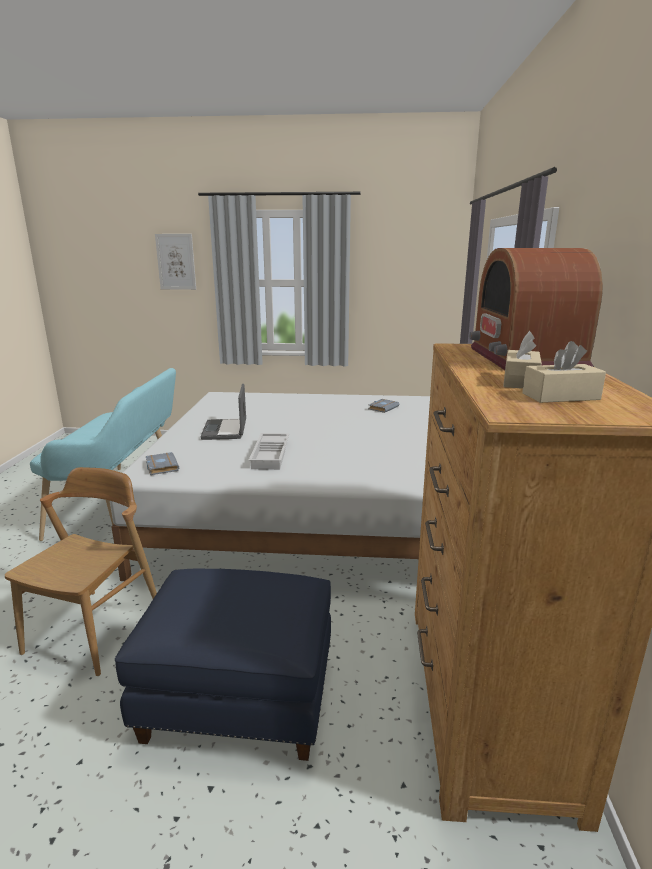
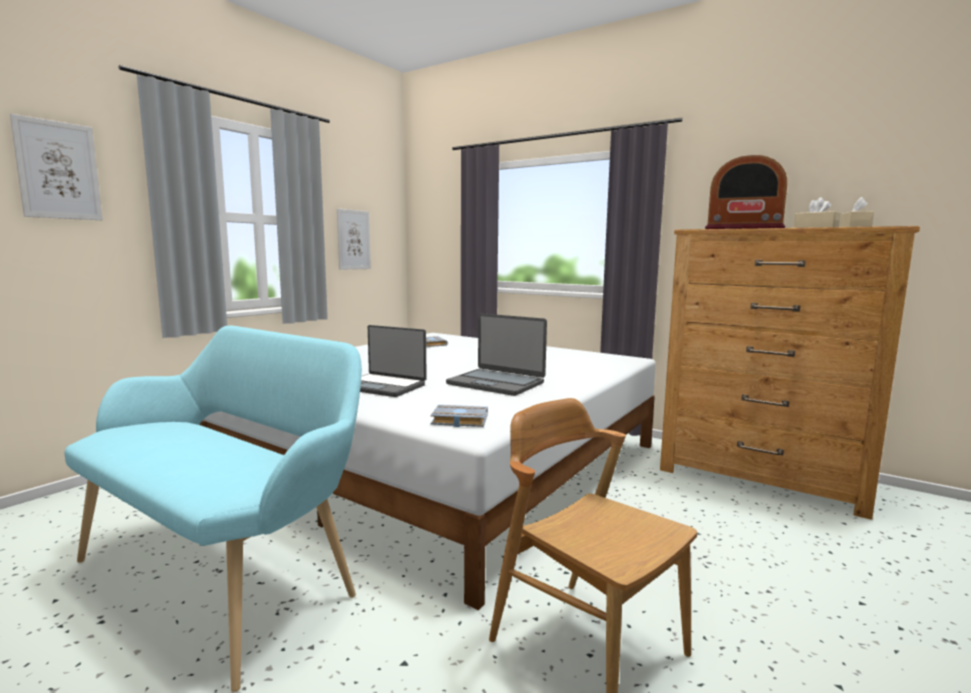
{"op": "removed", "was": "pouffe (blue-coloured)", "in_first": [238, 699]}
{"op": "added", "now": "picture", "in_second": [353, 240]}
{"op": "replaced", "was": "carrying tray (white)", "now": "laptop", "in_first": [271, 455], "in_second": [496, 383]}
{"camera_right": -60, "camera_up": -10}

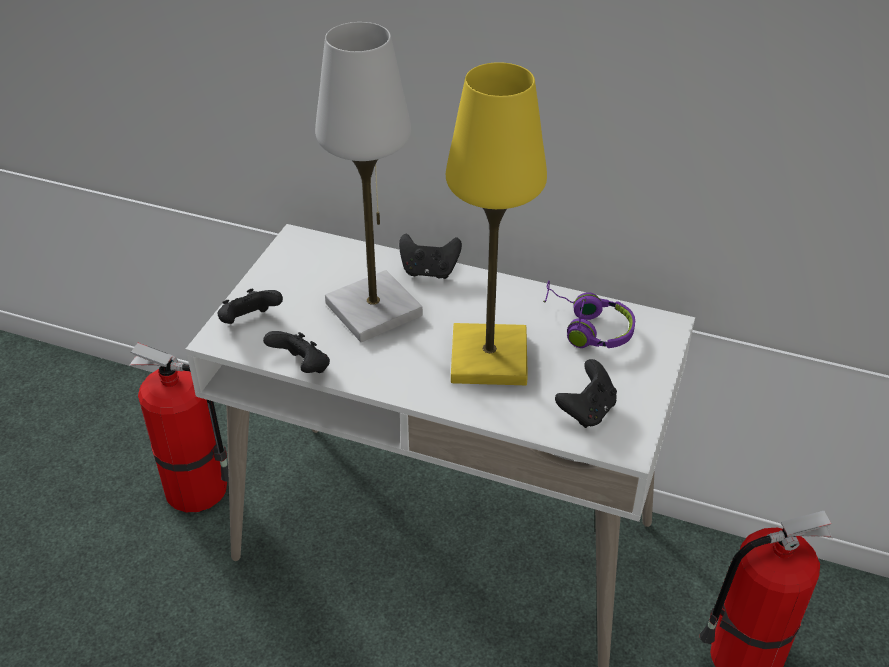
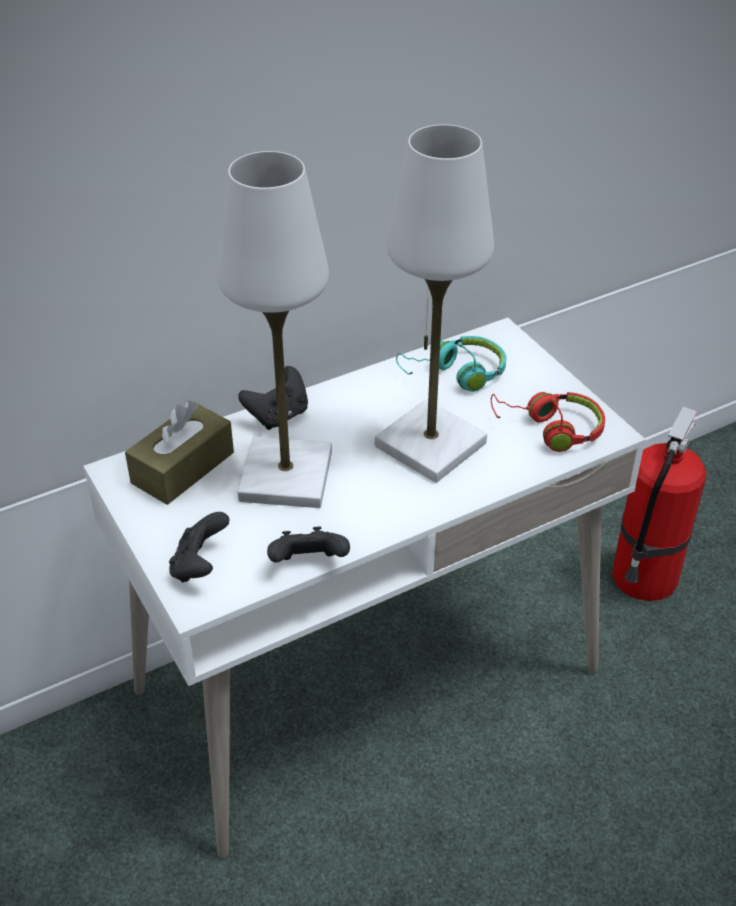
{"op": "removed", "was": "fire-fighting cylinder", "in_first": [199, 488]}
{"op": "added", "now": "tissue holder (brownish)", "in_second": [183, 468]}
{"op": "replaced", "was": "game controller (blackish)", "now": "pair of headphones (reddish)", "in_first": [587, 411], "in_second": [549, 429]}
{"op": "recoloured", "was": "table lamp (yellow)", "now": "table lamp (white)", "in_first": [488, 358], "in_second": [430, 445]}
{"op": "recoloured", "was": "pair of headphones (purple)", "now": "pair of headphones (turquoise-coloured)", "in_first": [586, 327], "in_second": [456, 374]}
{"camera_right": -50, "camera_up": 0}

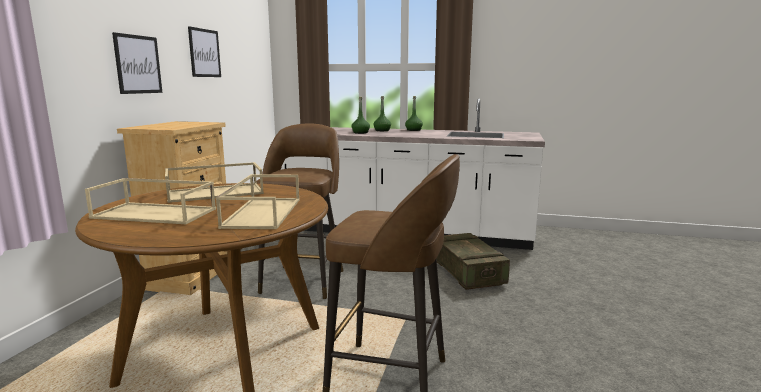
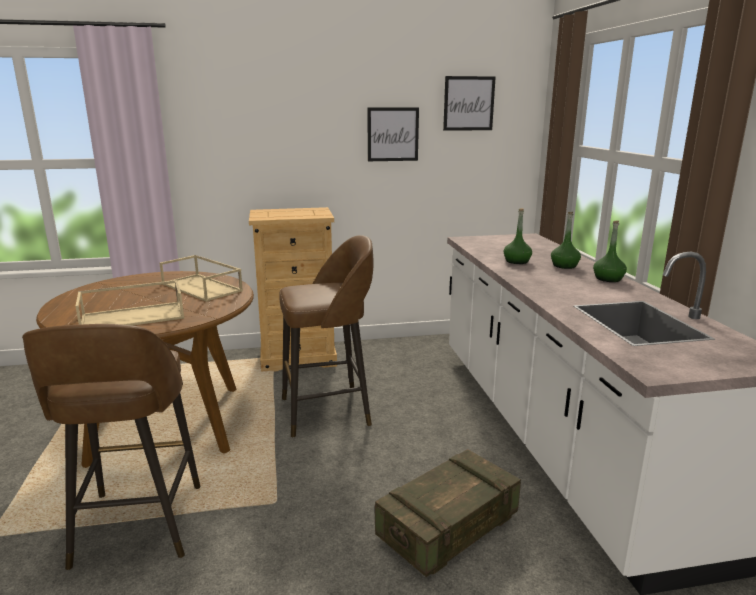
{"op": "removed", "was": "carrying tray (beige)", "in_first": [156, 213]}
{"op": "moved", "was": "picture", "in_first": [138, 64], "in_second": [468, 103]}
{"camera_right": 65, "camera_up": 5}

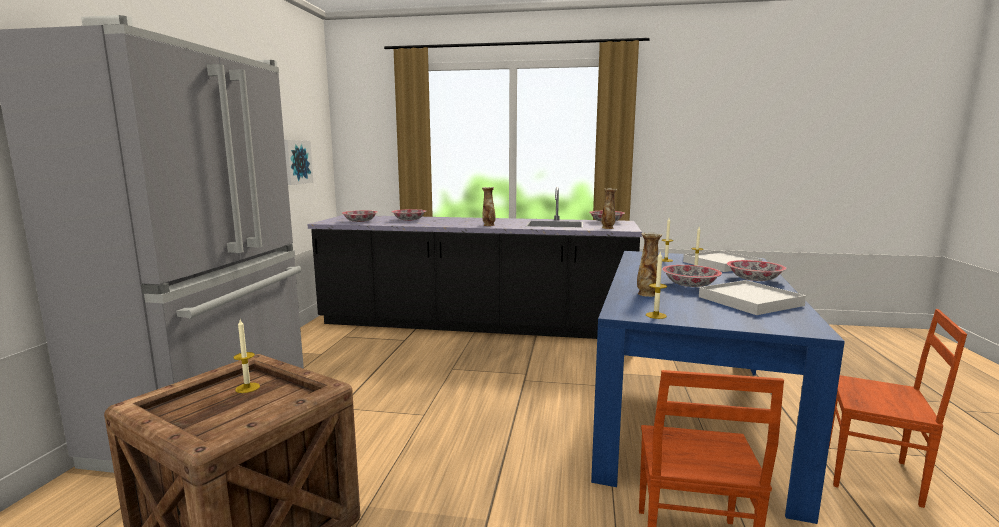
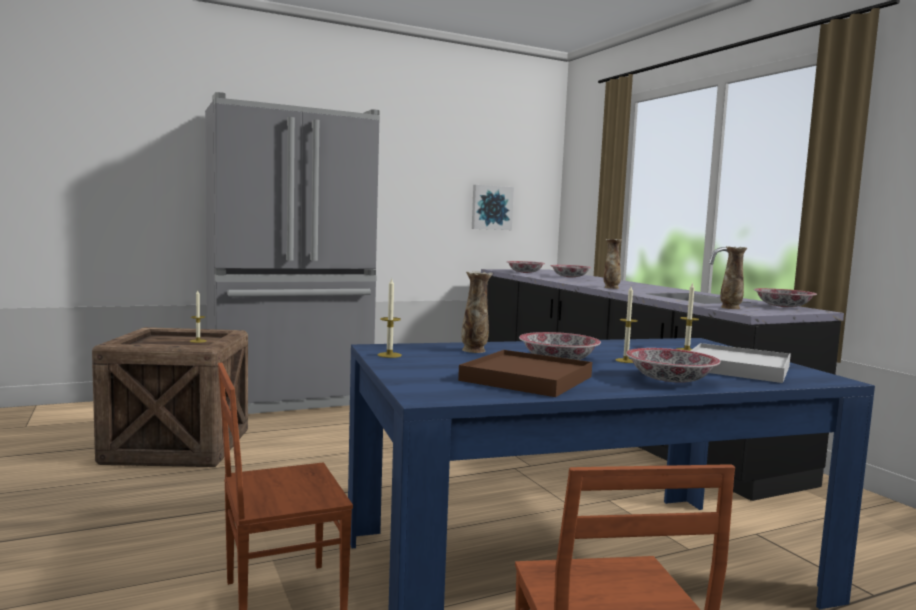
{"op": "recoloured", "was": "carrying tray (white)", "now": "carrying tray (brownish)", "in_first": [750, 301], "in_second": [527, 379]}
{"camera_right": 55, "camera_up": -5}

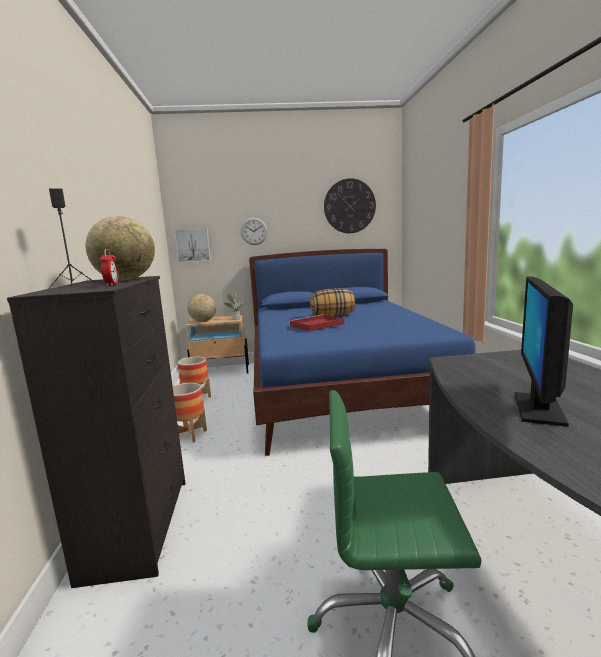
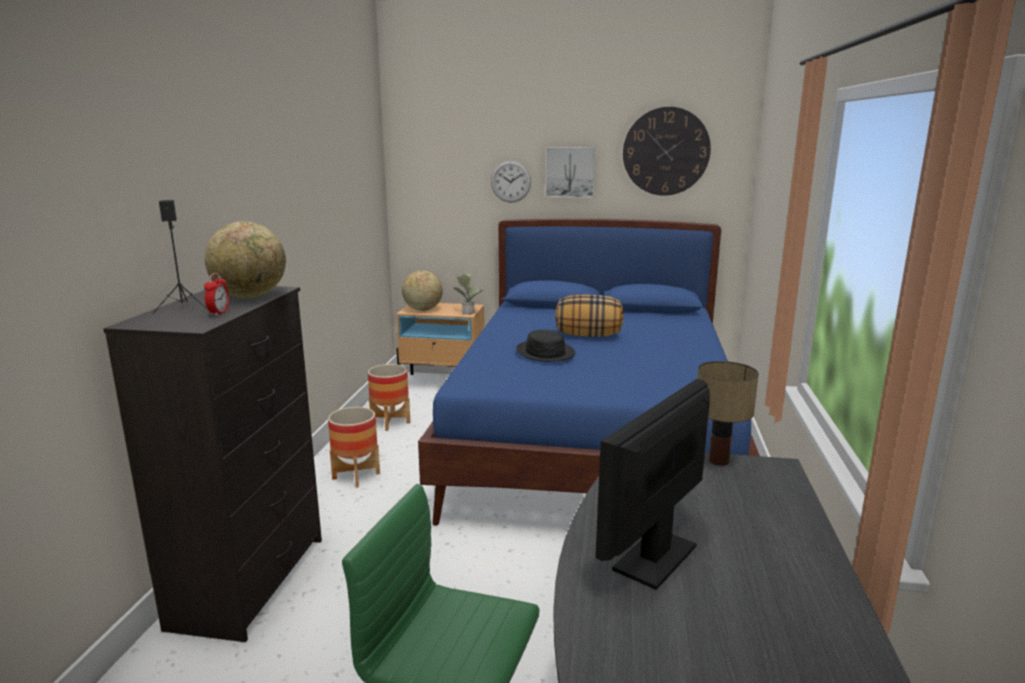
{"op": "added", "now": "table lamp", "in_second": [719, 460]}
{"op": "moved", "was": "picture", "in_first": [193, 245], "in_second": [570, 172]}
{"op": "replaced", "was": "carrying tray (reddish)", "now": "wearable hat (blackish)", "in_first": [316, 325], "in_second": [545, 352]}
{"camera_right": 15, "camera_up": 5}

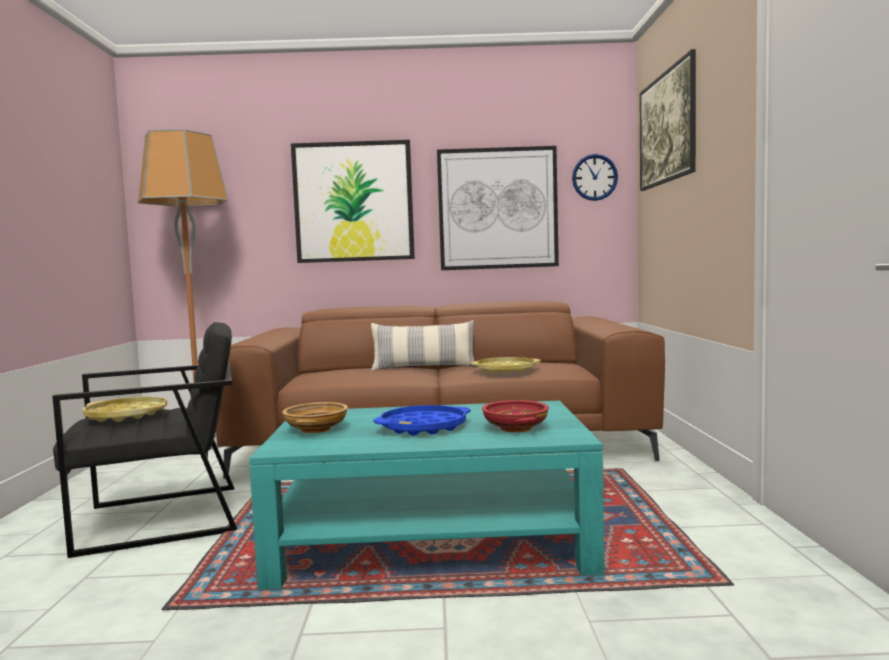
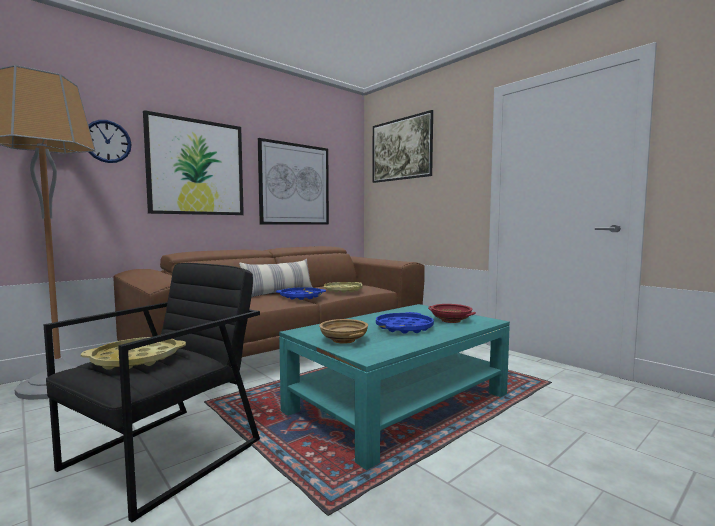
{"op": "added", "now": "carrying tray (blue-coloured)", "in_second": [301, 297]}
{"op": "moved", "was": "wall clock", "in_first": [594, 177], "in_second": [107, 141]}
{"camera_right": -40, "camera_up": 0}

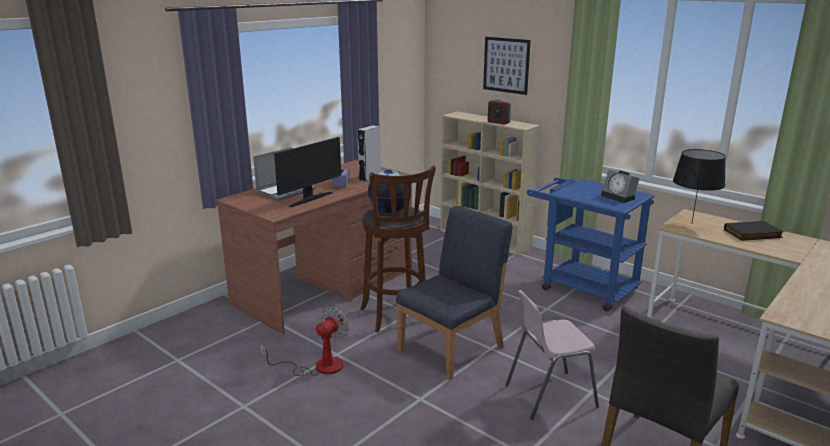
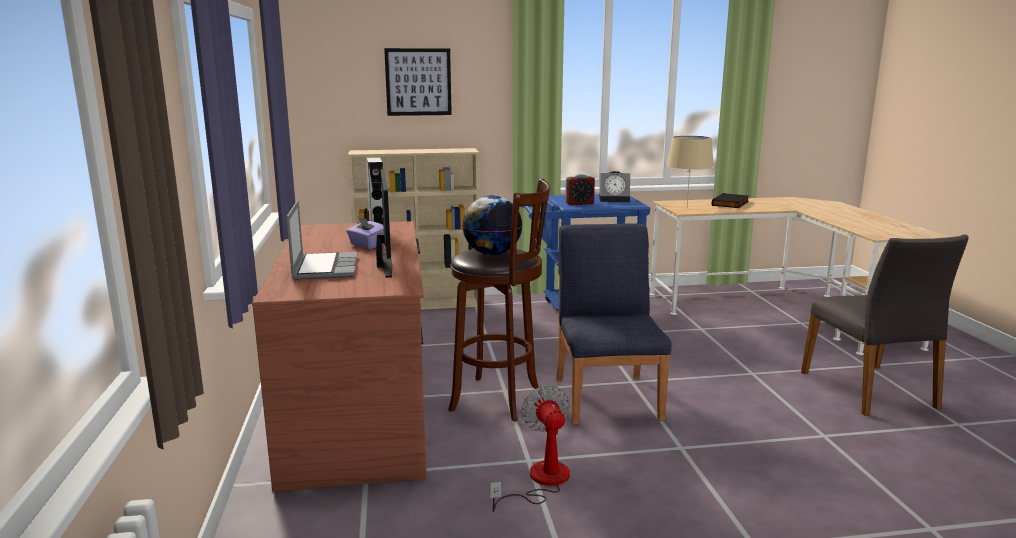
{"op": "removed", "was": "upright chair (pink)", "in_first": [549, 395]}
{"op": "moved", "was": "table clock", "in_first": [498, 122], "in_second": [579, 203]}
{"op": "recoloured", "was": "table lamp (blackish)", "now": "table lamp (beige)", "in_first": [692, 224], "in_second": [687, 207]}
{"camera_right": -50, "camera_up": -5}

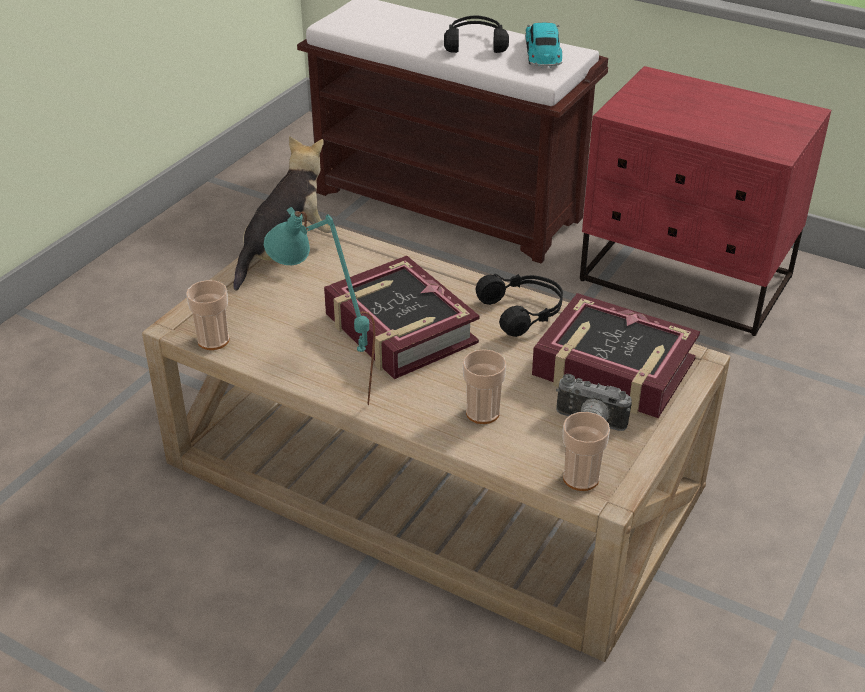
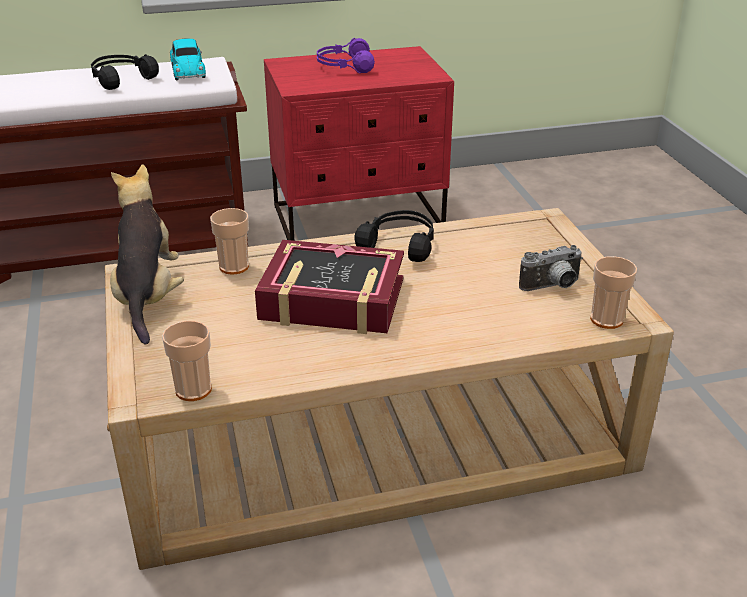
{"op": "removed", "was": "table lamp (turquoise-coloured)", "in_first": [326, 388]}
{"op": "removed", "was": "volume", "in_first": [613, 368]}
{"op": "added", "now": "pair of headphones (purple)", "in_second": [344, 66]}
{"op": "moved", "was": "small cup", "in_first": [482, 413], "in_second": [234, 266]}
{"op": "turned", "was": "toy car", "in_first": [543, 54], "in_second": [188, 70], "clockwise": -150}
{"camera_right": -45, "camera_up": -5}

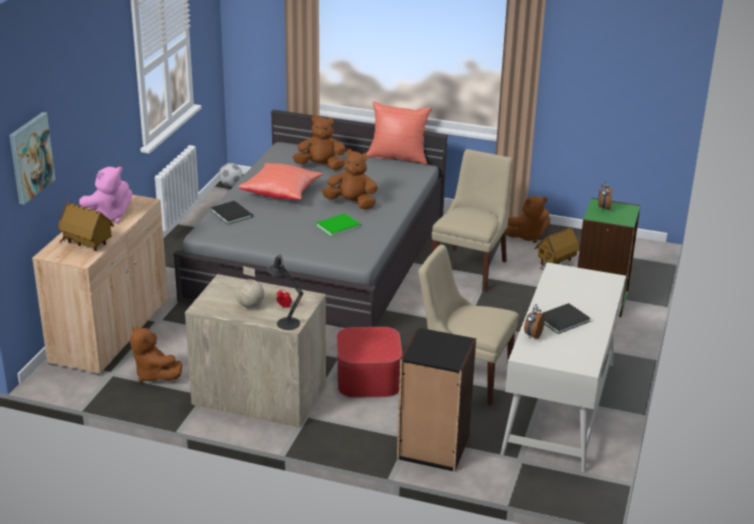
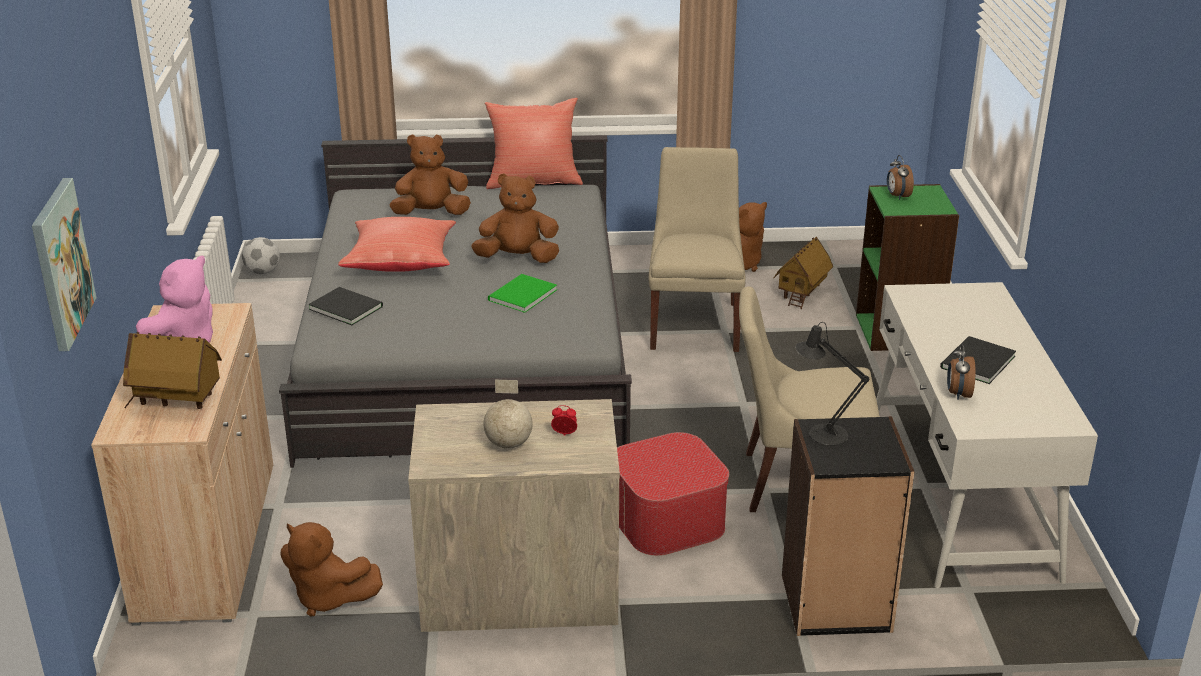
{"op": "moved", "was": "table lamp (blackish)", "in_first": [286, 322], "in_second": [822, 433]}
{"camera_right": -20, "camera_up": 0}

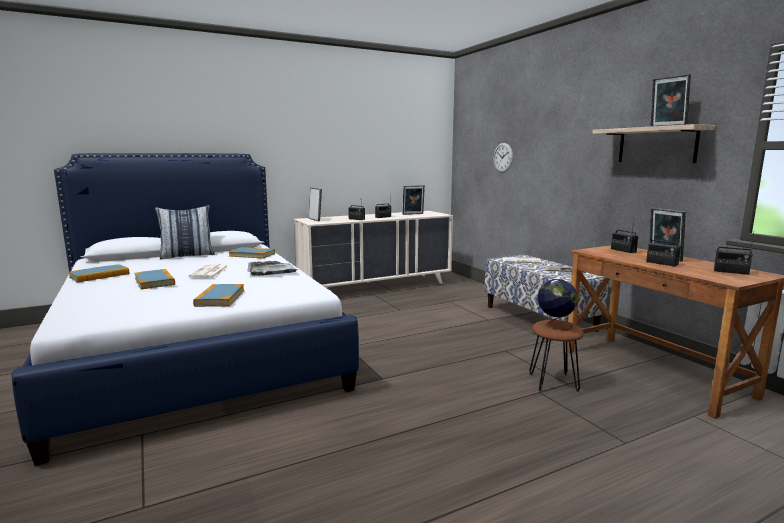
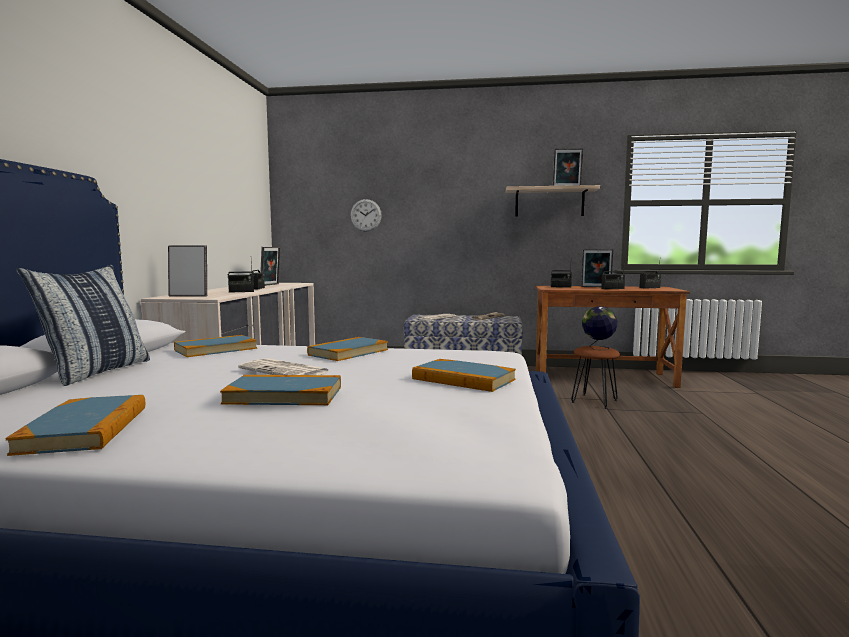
{"op": "replaced", "was": "carrying tray (gray)", "now": "volume", "in_first": [271, 270], "in_second": [348, 352]}
{"camera_right": -55, "camera_up": -5}

